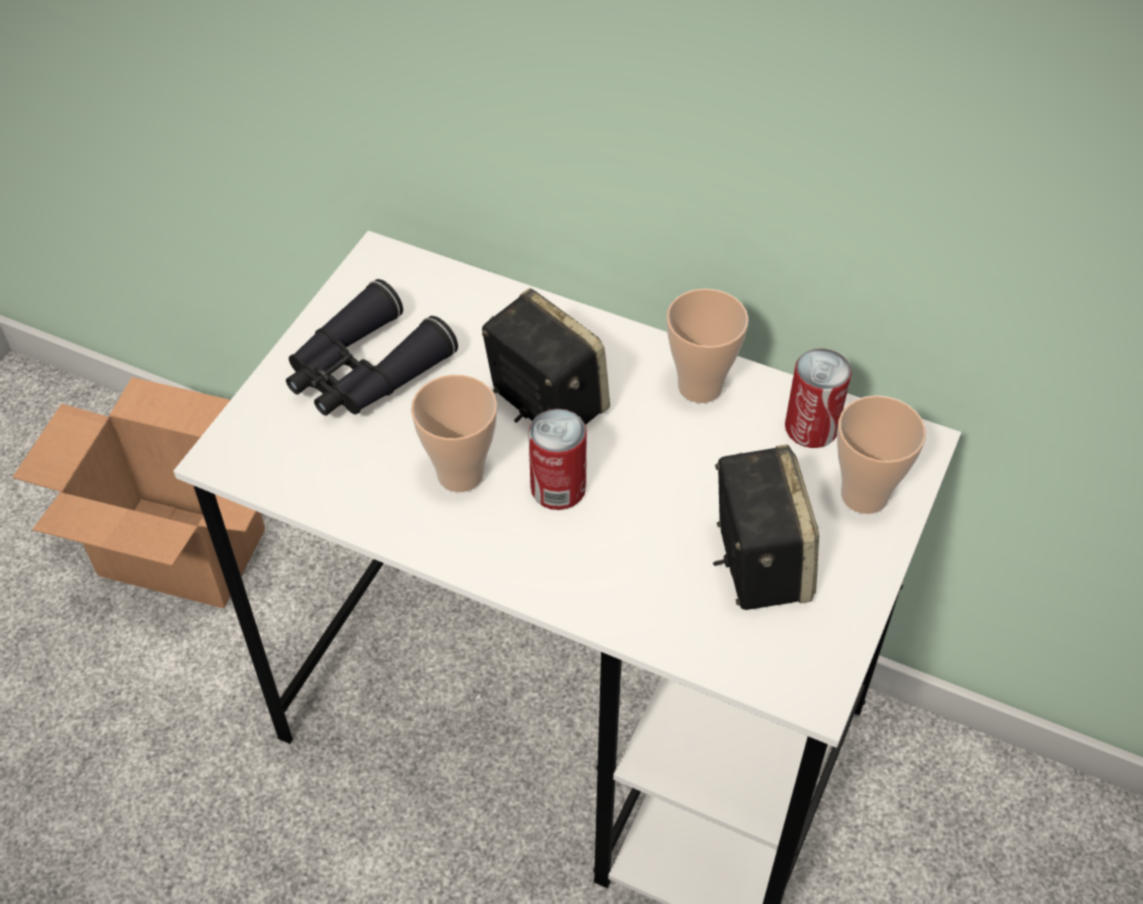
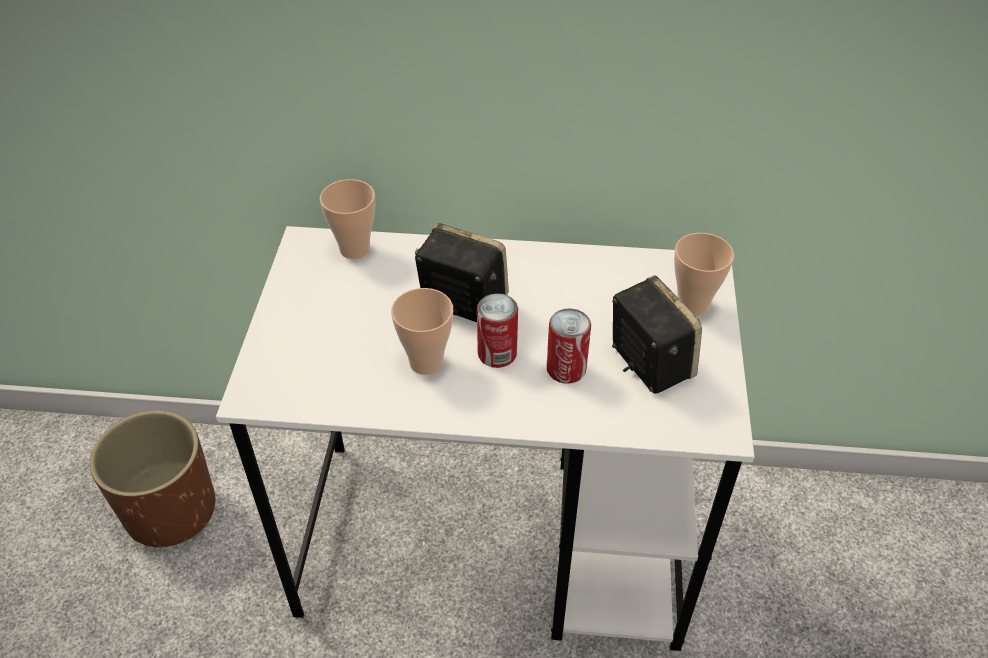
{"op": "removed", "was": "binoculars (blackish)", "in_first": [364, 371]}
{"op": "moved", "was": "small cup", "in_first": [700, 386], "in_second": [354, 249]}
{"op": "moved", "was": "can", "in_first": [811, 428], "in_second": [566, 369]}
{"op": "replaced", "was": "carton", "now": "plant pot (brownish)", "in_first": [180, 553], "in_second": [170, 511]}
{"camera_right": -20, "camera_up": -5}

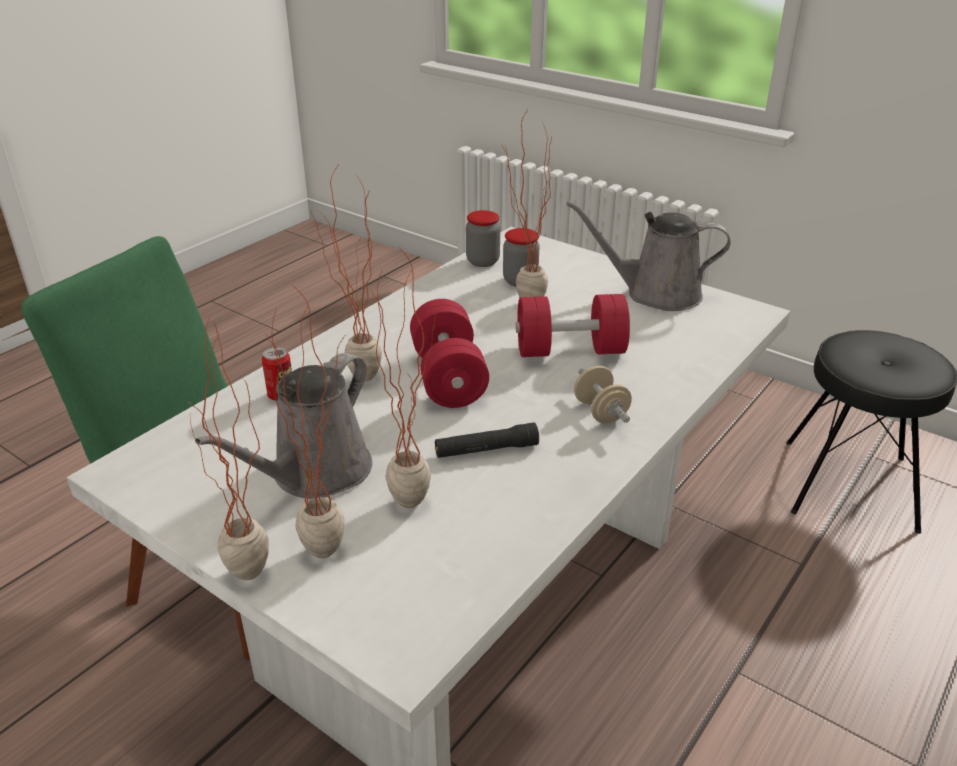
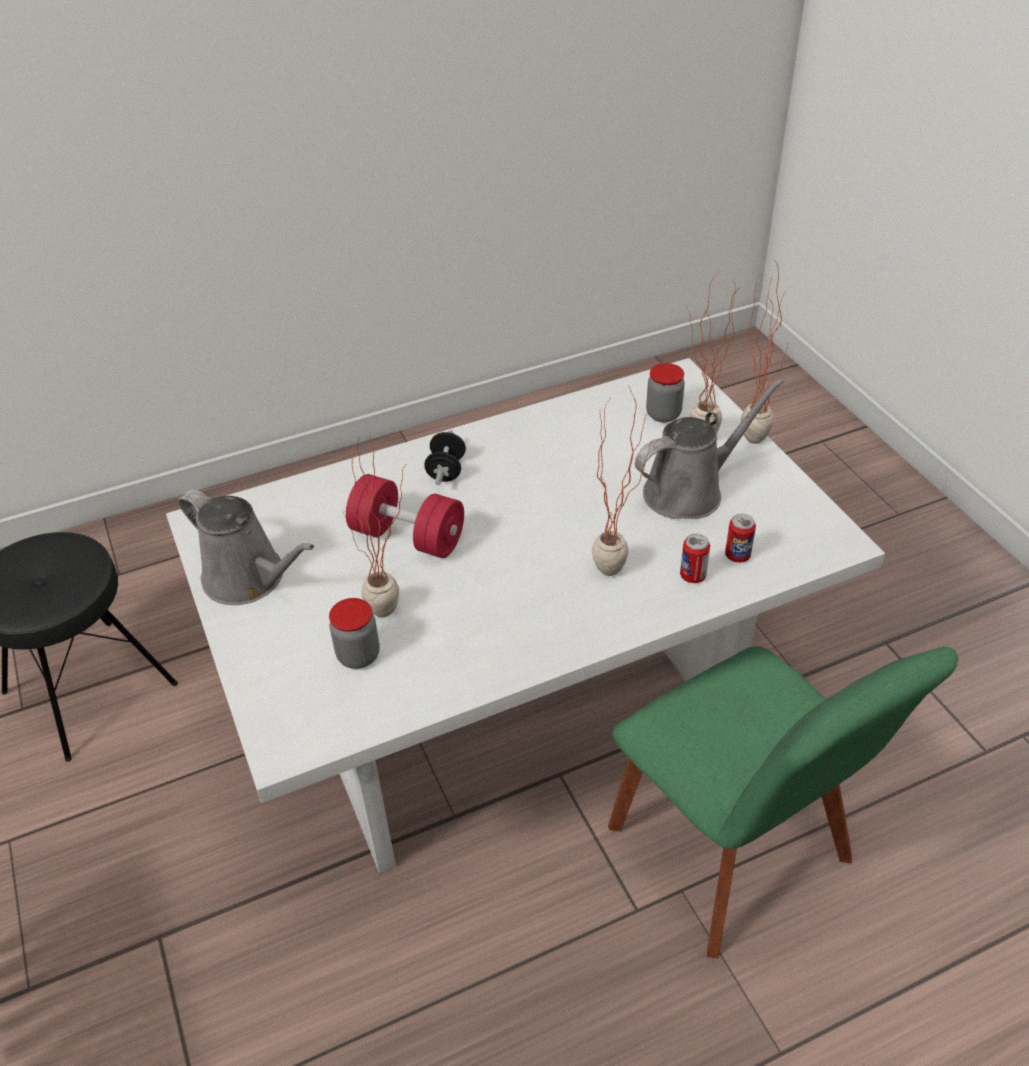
{"op": "removed", "was": "potted plant", "in_first": [418, 494]}
{"op": "removed", "was": "free weight (reddish)", "in_first": [448, 377]}
{"op": "removed", "was": "torch (blackish)", "in_first": [486, 450]}
{"op": "added", "now": "can", "in_second": [737, 555]}
{"op": "moved", "was": "storage jar", "in_first": [483, 261], "in_second": [663, 414]}
{"op": "recoloured", "was": "free weight (beige)", "now": "free weight (blackish)", "in_first": [600, 412], "in_second": [446, 470]}
{"camera_right": -150, "camera_up": 10}

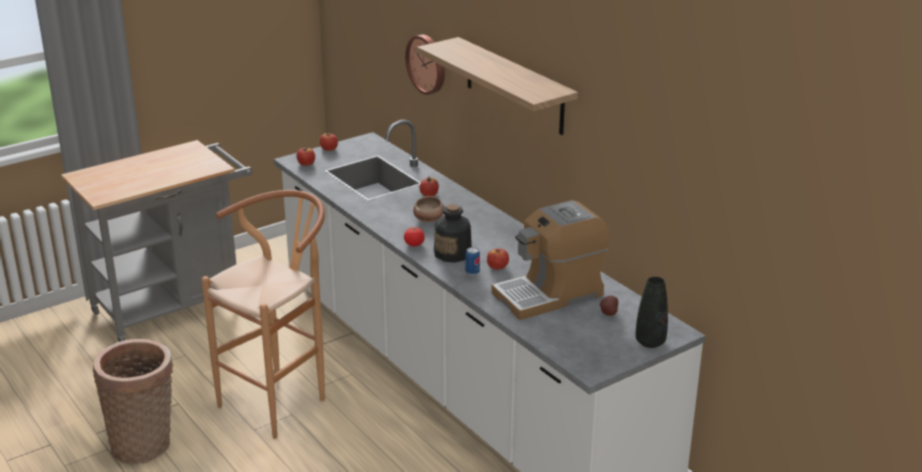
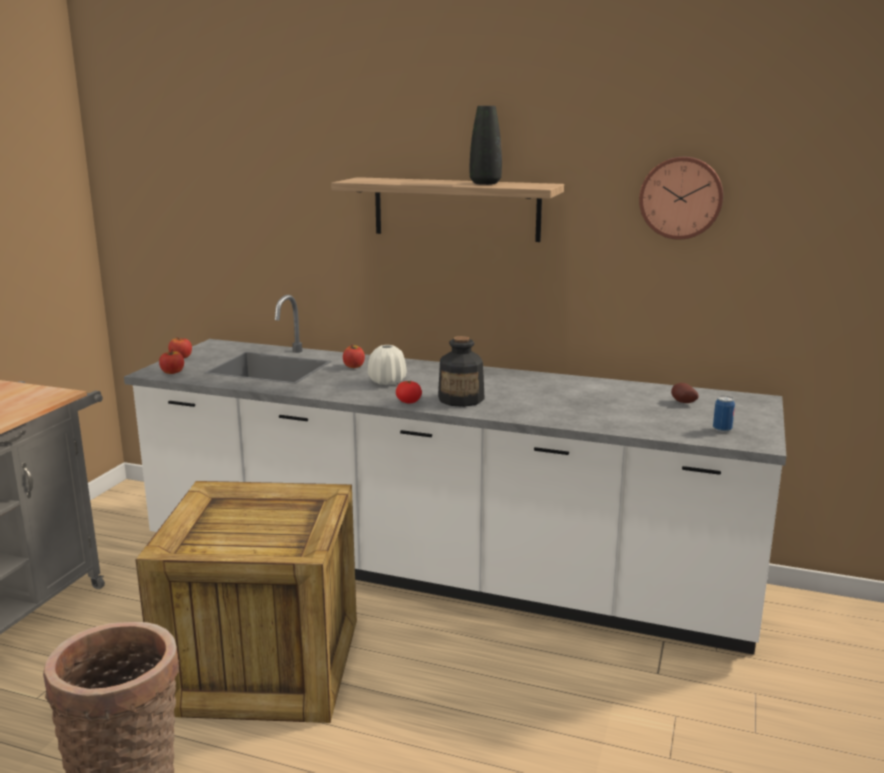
{"op": "removed", "was": "apple", "in_first": [497, 267]}
{"op": "removed", "was": "coffee machine", "in_first": [549, 294]}
{"op": "moved", "was": "wall clock", "in_first": [427, 64], "in_second": [681, 197]}
{"op": "moved", "was": "can", "in_first": [472, 272], "in_second": [722, 429]}
{"op": "moved", "was": "flower vase (blackish)", "in_first": [650, 342], "in_second": [485, 183]}
{"op": "replaced", "was": "sitting stool (brownish)", "now": "crate", "in_first": [281, 400], "in_second": [267, 663]}
{"op": "replaced", "was": "deep dish", "now": "flower vase (white)", "in_first": [429, 219], "in_second": [387, 381]}
{"camera_right": -35, "camera_up": -10}

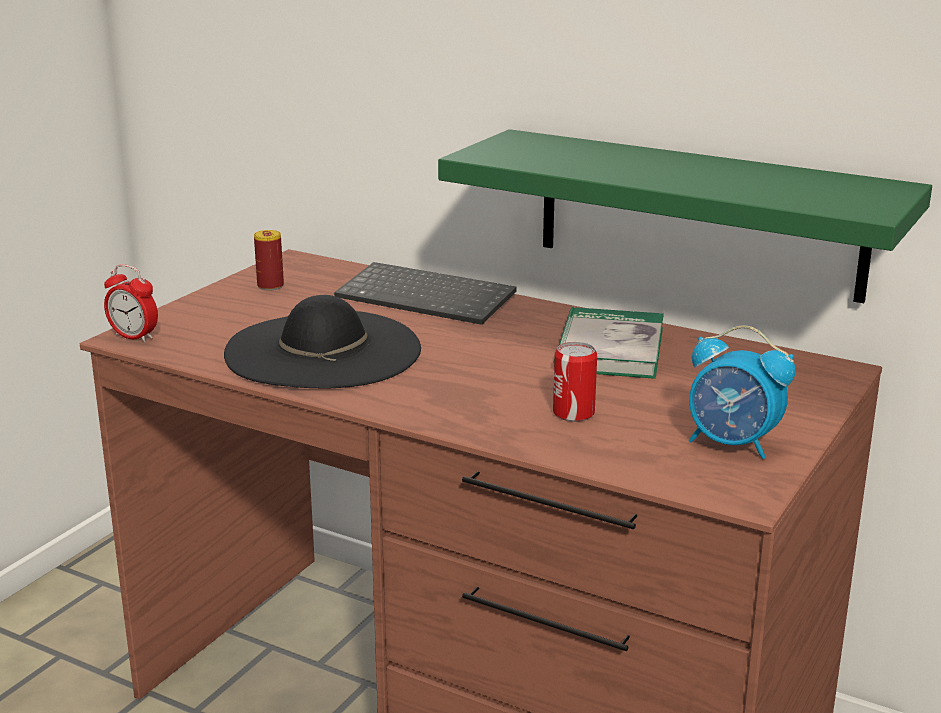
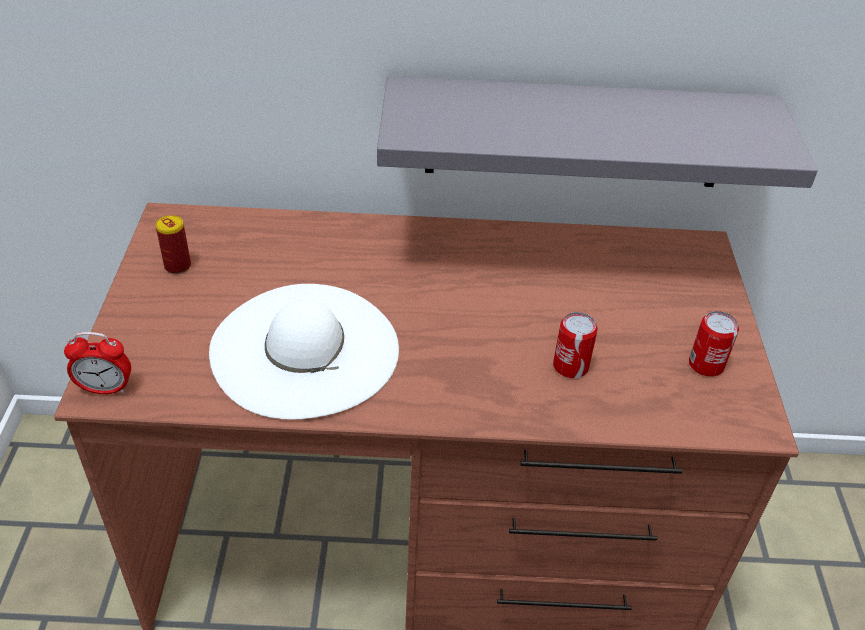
{"op": "removed", "was": "PC keyboard", "in_first": [428, 297]}
{"op": "removed", "was": "volume", "in_first": [610, 349]}
{"op": "replaced", "was": "table clock", "now": "can", "in_first": [733, 444], "in_second": [706, 365]}
{"op": "recoloured", "was": "wearable hat (blackish)", "now": "wearable hat (white)", "in_first": [323, 350], "in_second": [304, 349]}
{"op": "recoloured", "was": "shelf (greenish)", "now": "shelf (gray)", "in_first": [699, 214], "in_second": [576, 133]}
{"camera_right": -30, "camera_up": 20}

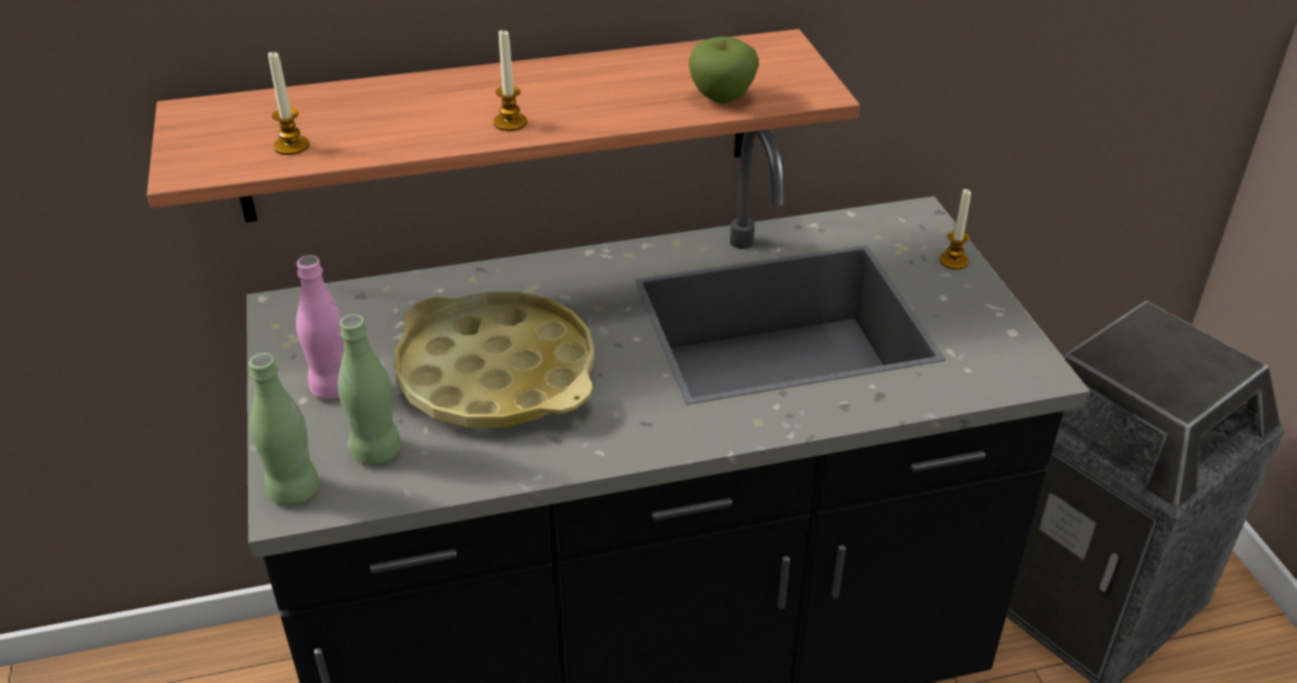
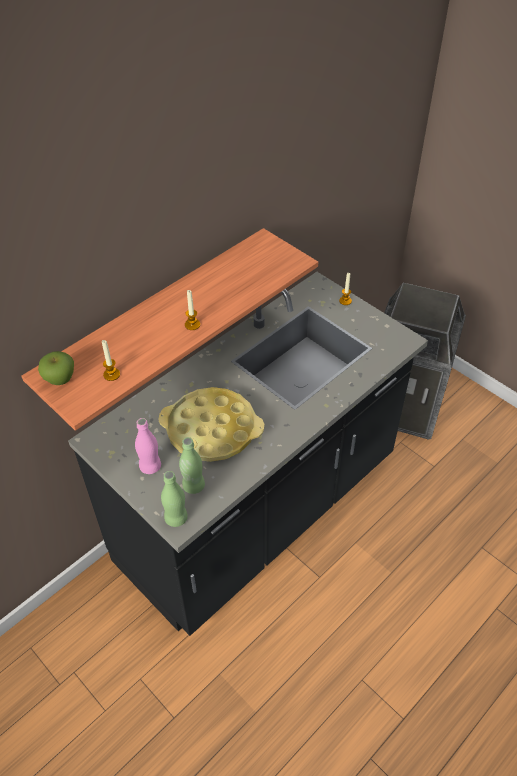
{"op": "moved", "was": "apple", "in_first": [722, 98], "in_second": [60, 379]}
{"camera_right": -30, "camera_up": 10}

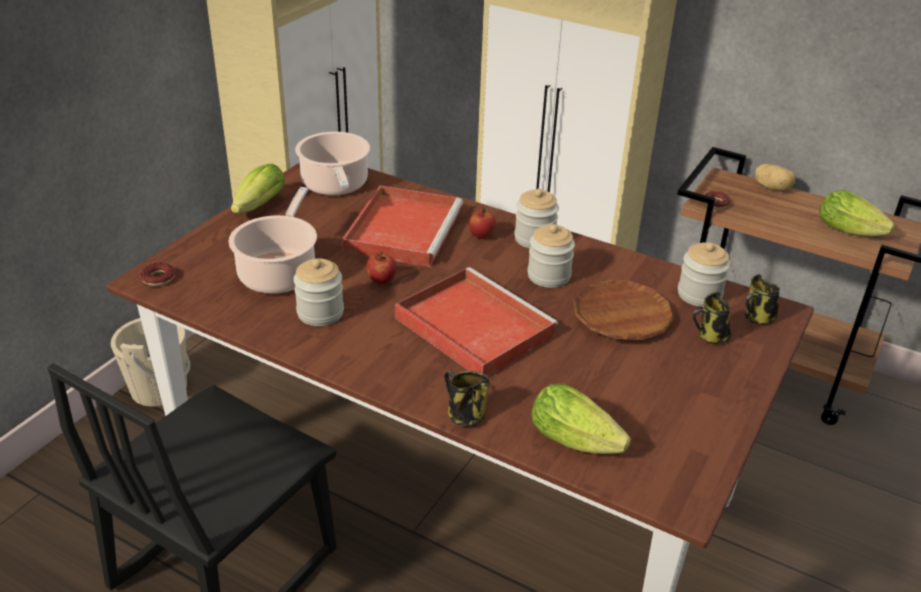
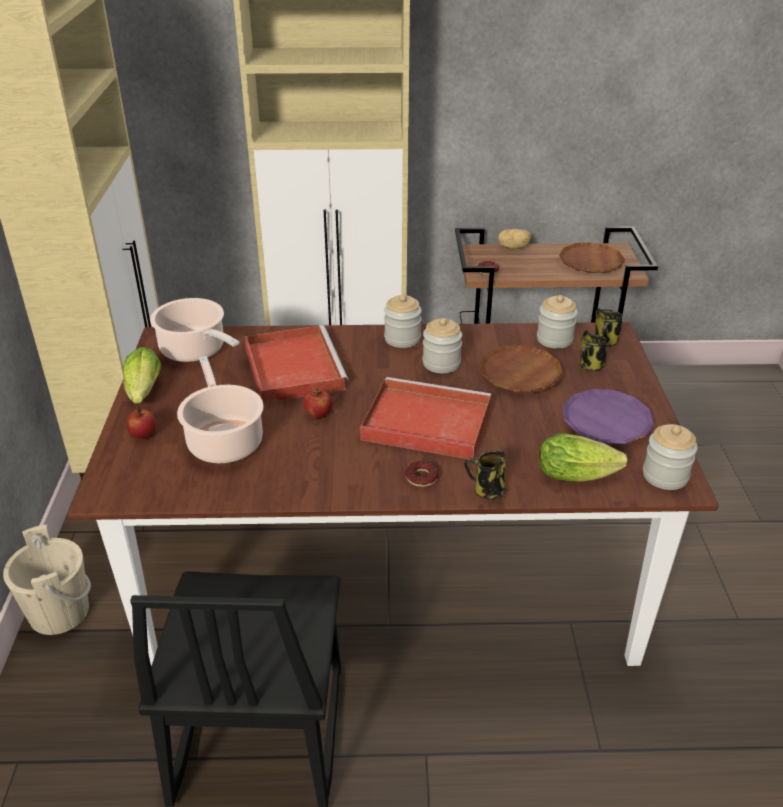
{"op": "added", "now": "dinner plate (purple)", "in_second": [606, 422]}
{"op": "moved", "was": "doughnut", "in_first": [158, 278], "in_second": [422, 477]}
{"op": "moved", "was": "storage jar", "in_first": [320, 313], "in_second": [665, 476]}
{"op": "moved", "was": "apple", "in_first": [481, 236], "in_second": [144, 435]}
{"op": "replaced", "was": "lettuce", "now": "dinner plate (brownish)", "in_first": [852, 231], "in_second": [590, 262]}
{"camera_right": -30, "camera_up": 0}

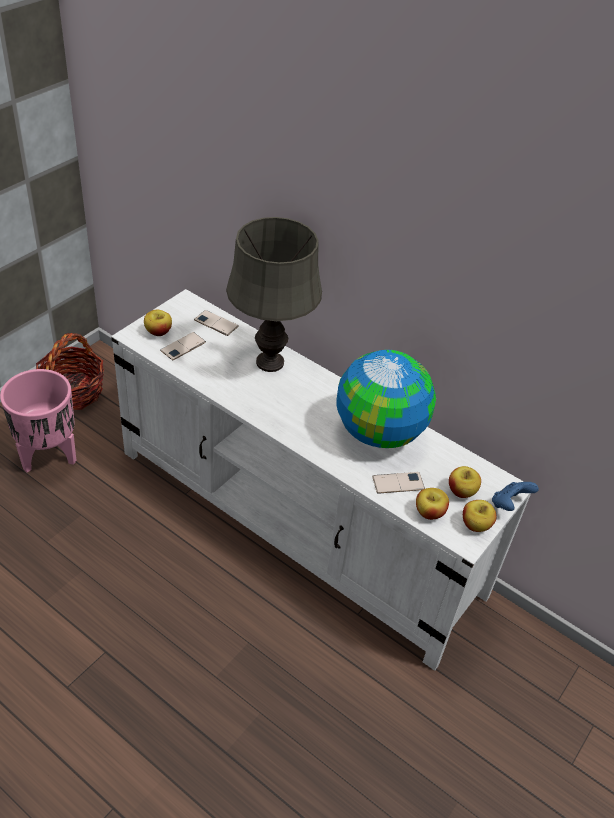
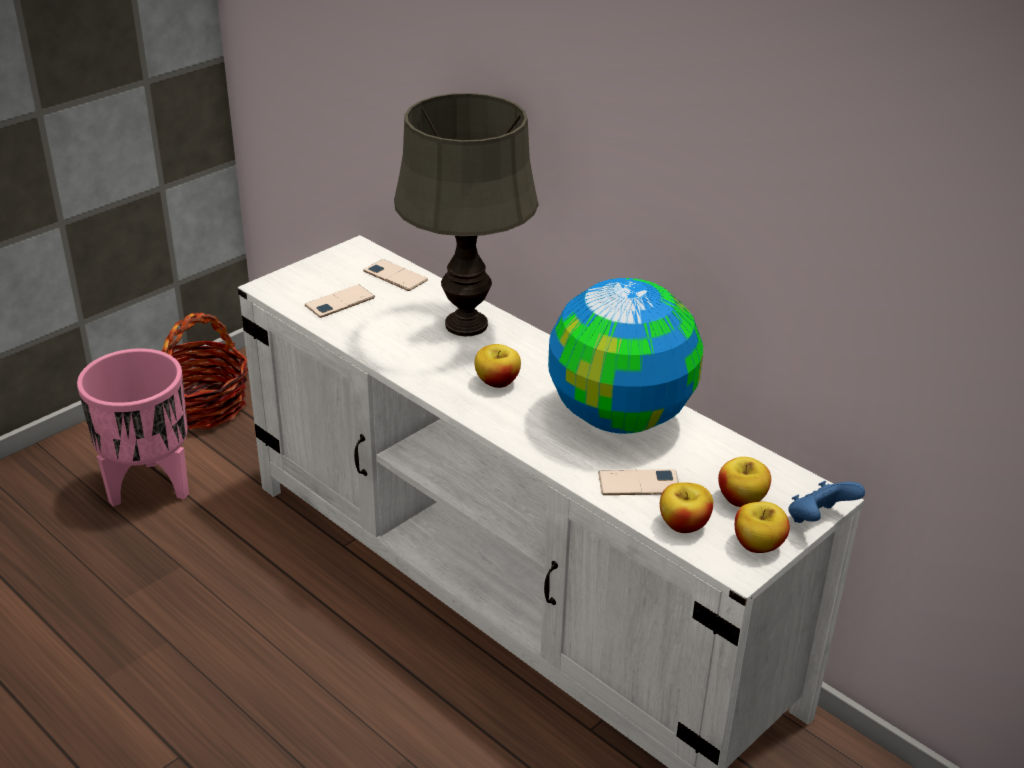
{"op": "moved", "was": "apple", "in_first": [158, 332], "in_second": [497, 382]}
{"camera_right": 10, "camera_up": -10}

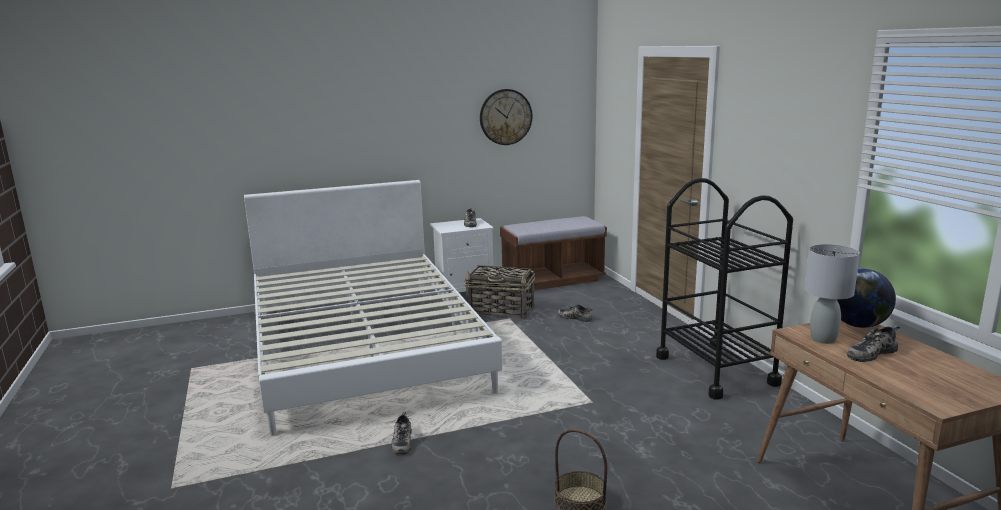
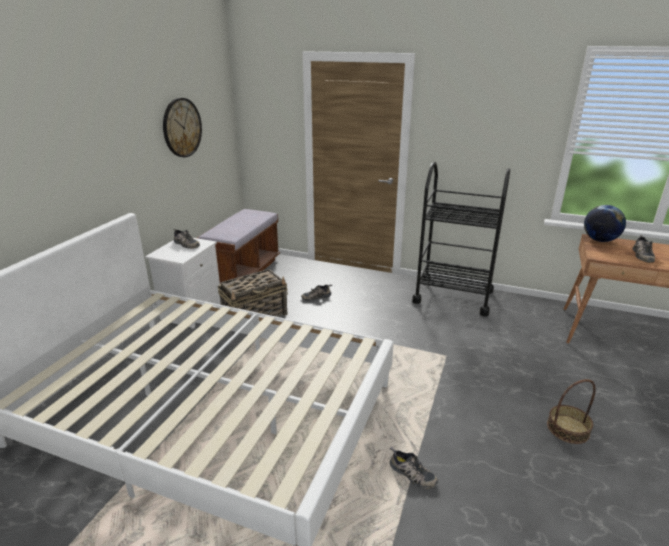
{"op": "removed", "was": "table lamp (gray)", "in_first": [823, 339]}
{"camera_right": -50, "camera_up": 10}

